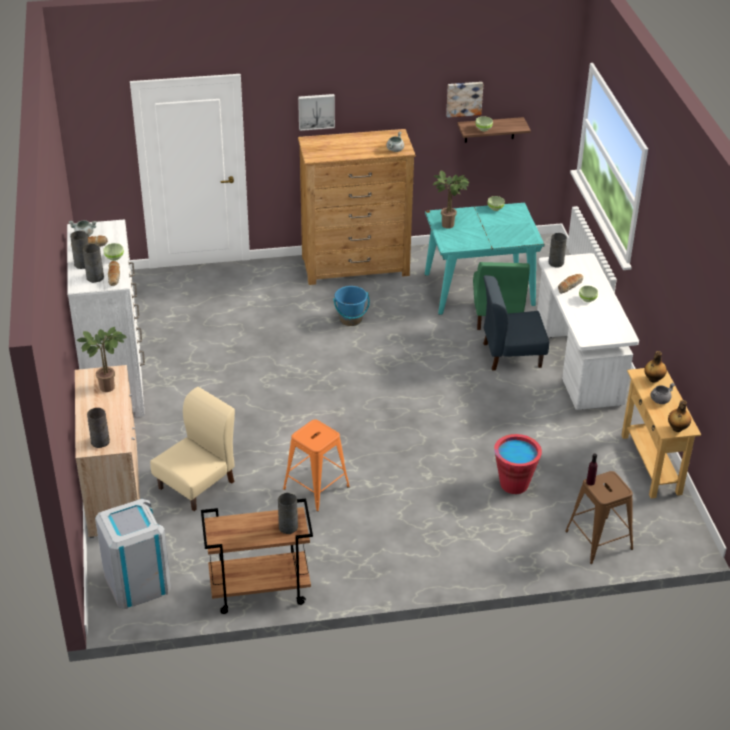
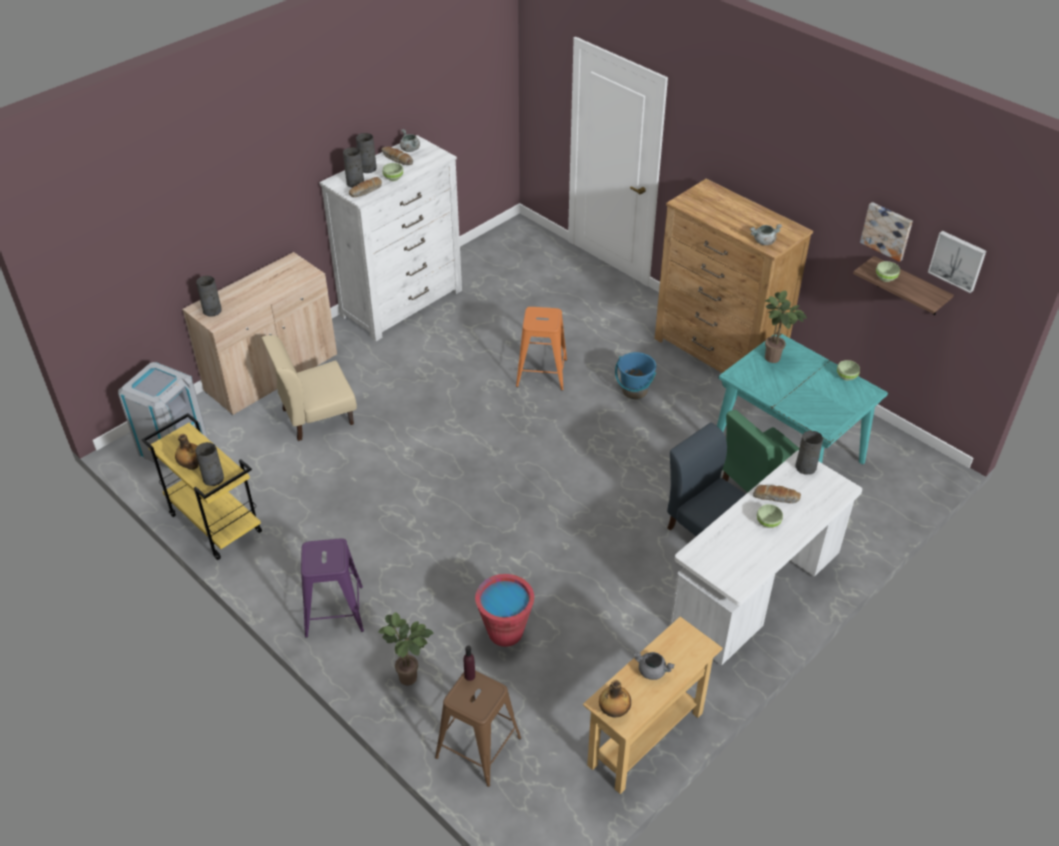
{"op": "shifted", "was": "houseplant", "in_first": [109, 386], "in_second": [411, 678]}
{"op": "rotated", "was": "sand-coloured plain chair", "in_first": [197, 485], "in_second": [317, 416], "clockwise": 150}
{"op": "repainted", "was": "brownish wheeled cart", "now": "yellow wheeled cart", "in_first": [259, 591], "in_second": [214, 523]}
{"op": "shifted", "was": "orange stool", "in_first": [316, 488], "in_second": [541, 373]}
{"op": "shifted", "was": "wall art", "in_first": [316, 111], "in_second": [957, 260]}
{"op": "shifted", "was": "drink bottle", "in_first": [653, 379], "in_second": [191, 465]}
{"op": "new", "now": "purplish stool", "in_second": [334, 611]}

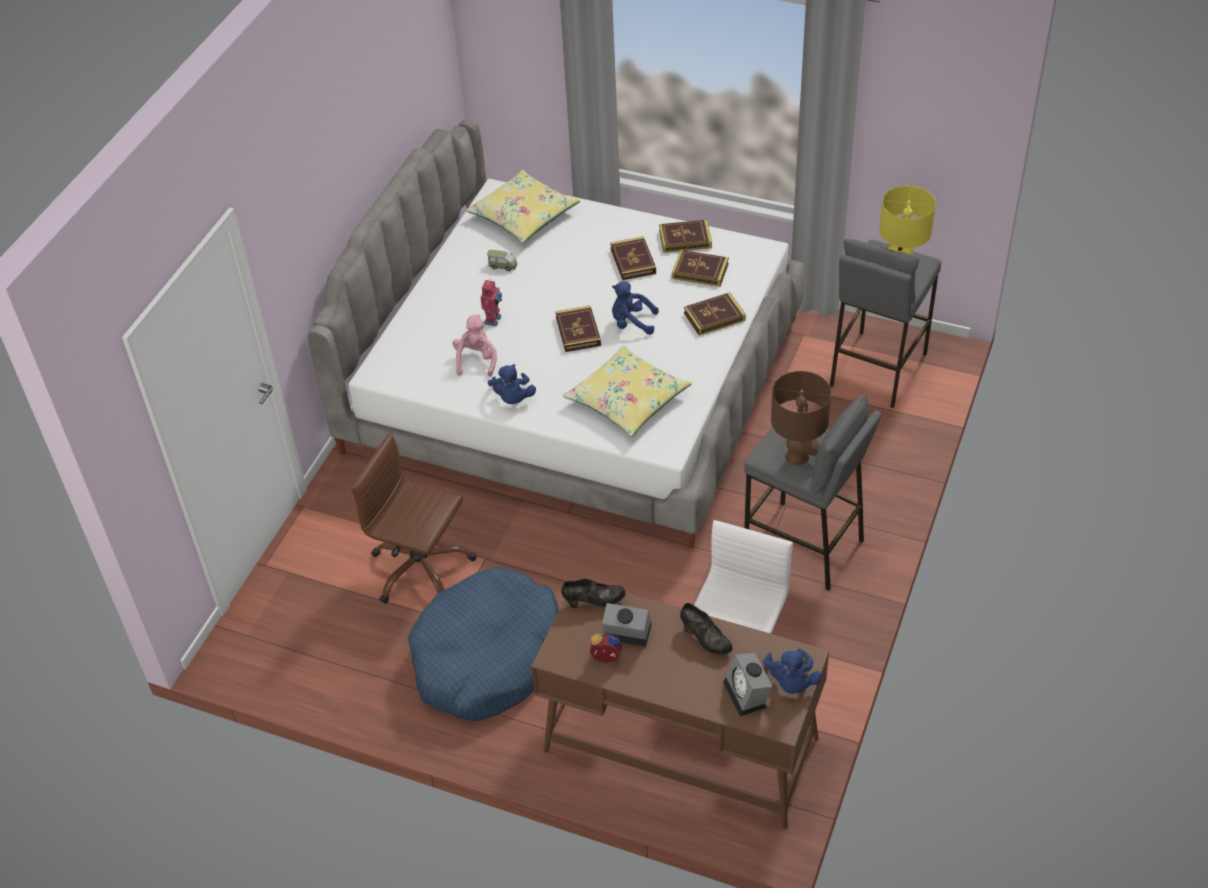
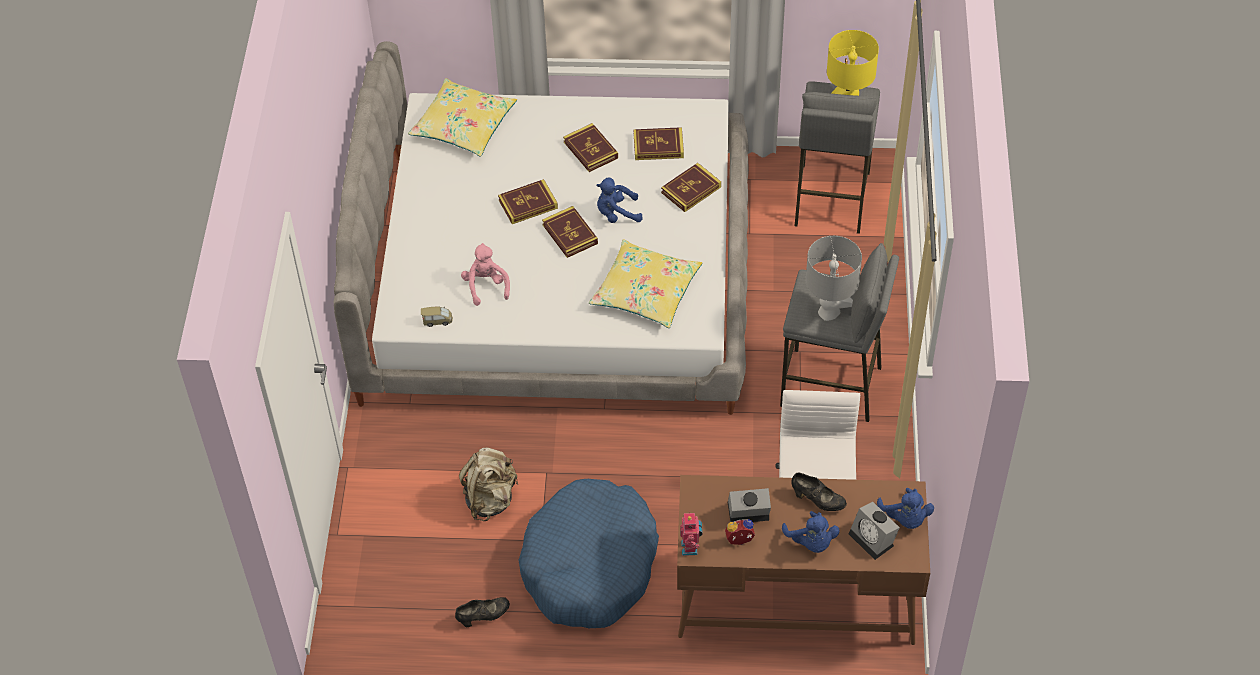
{"op": "swapped", "was": "brownish desk chair", "now": "sand-coloured knapsack", "in_first": [421, 569], "in_second": [490, 499]}
{"op": "shifted", "was": "toy robot", "in_first": [494, 320], "in_second": [691, 547]}
{"op": "shifted", "was": "toy car", "in_first": [503, 266], "in_second": [437, 320]}
{"op": "shifted", "was": "blue-coloured cuddly toy", "in_first": [512, 398], "in_second": [811, 542]}
{"op": "shifted", "was": "black low shoe", "in_first": [594, 601], "in_second": [483, 616]}
{"op": "shifted", "was": "volume", "in_first": [685, 239], "in_second": [528, 204]}
{"op": "repainted", "was": "brownish tabletop lamp", "now": "greyish tabletop lamp", "in_first": [797, 457], "in_second": [829, 312]}

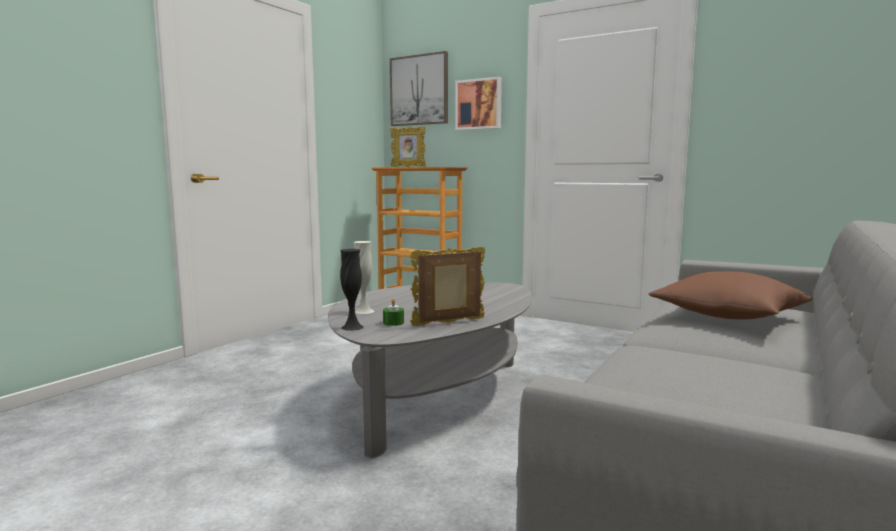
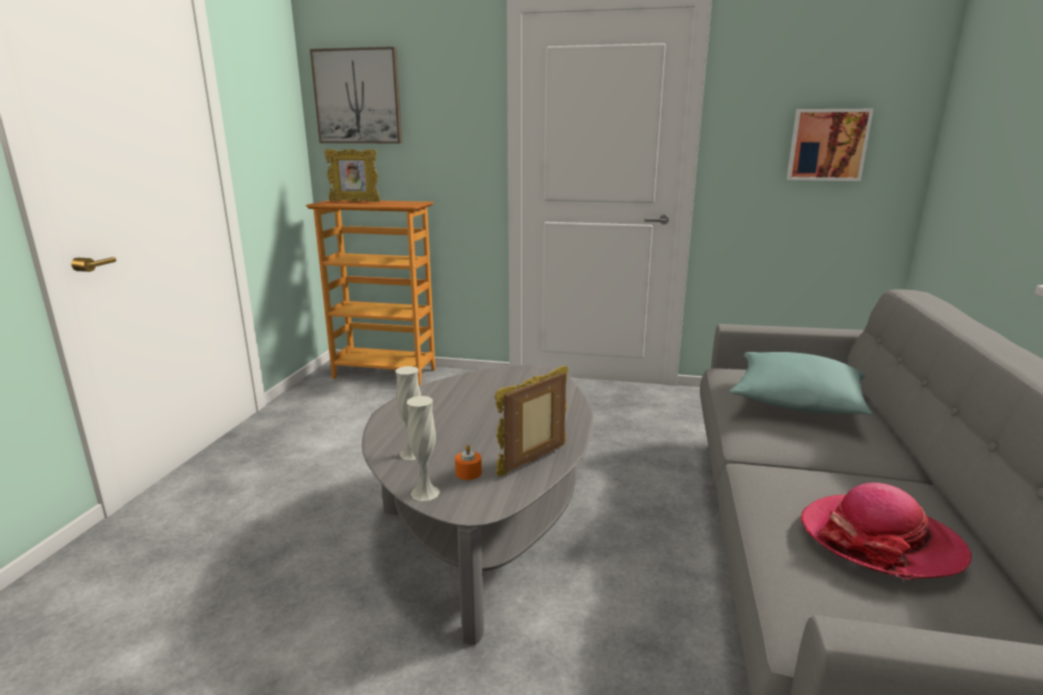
{"op": "repainted", "was": "black vase", "now": "white-coloured vase", "in_first": [352, 327], "in_second": [425, 492]}
{"op": "repainted", "was": "greenish wax candle", "now": "orange wax candle", "in_first": [393, 323], "in_second": [468, 473]}
{"op": "shifted", "was": "wall art", "in_first": [479, 104], "in_second": [827, 145]}
{"op": "repainted", "was": "brownish cushion", "now": "turquoise cushion", "in_first": [728, 316], "in_second": [796, 402]}
{"op": "new", "now": "clothing hat", "in_second": [880, 540]}

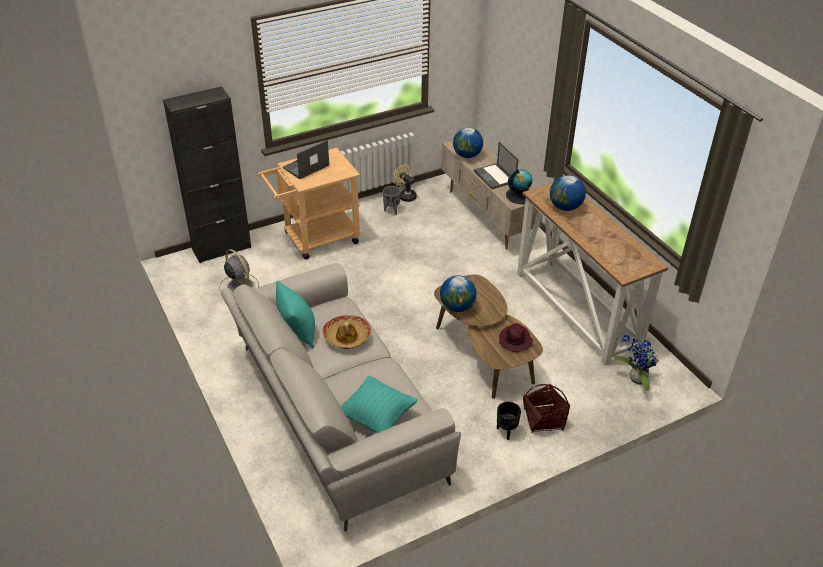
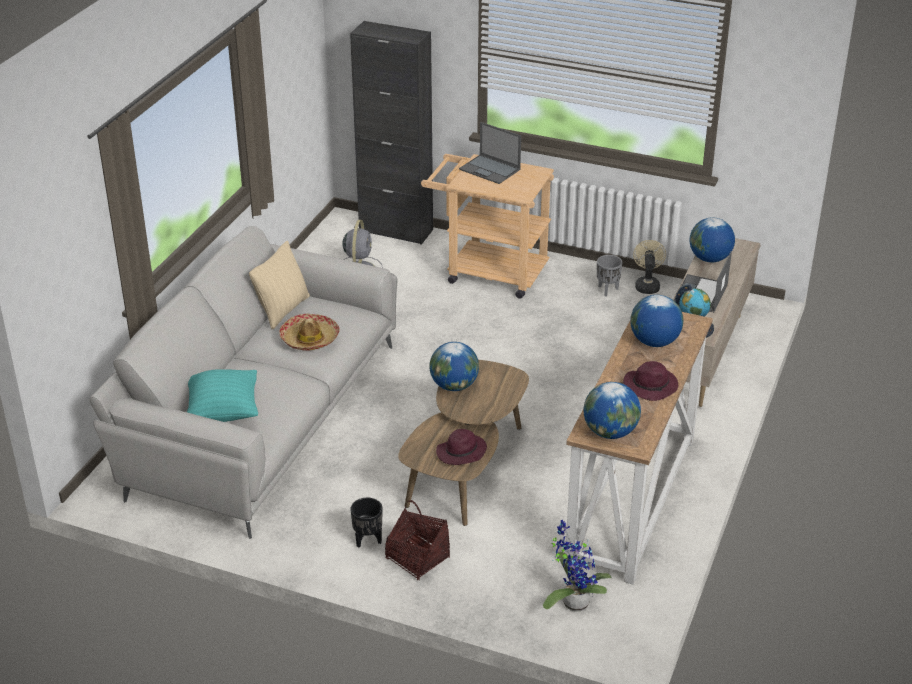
{"op": "repainted", "was": "turquoise cushion", "now": "sand-coloured cushion", "in_first": [298, 332], "in_second": [283, 310]}
{"op": "rotated", "was": "laptop", "in_first": [305, 167], "in_second": [490, 169], "clockwise": -150}
{"op": "new", "now": "globe", "in_second": [610, 432]}
{"op": "new", "now": "purplish clothing hat", "in_second": [651, 386]}

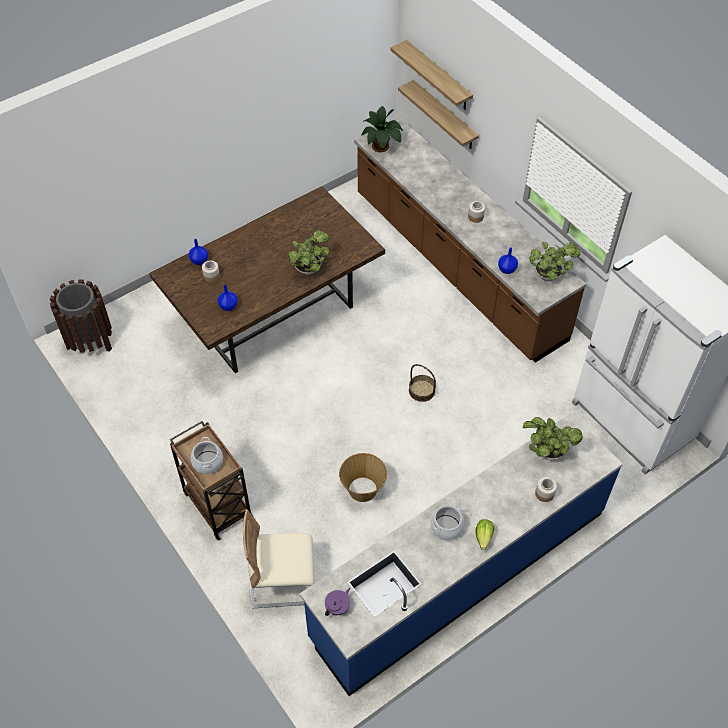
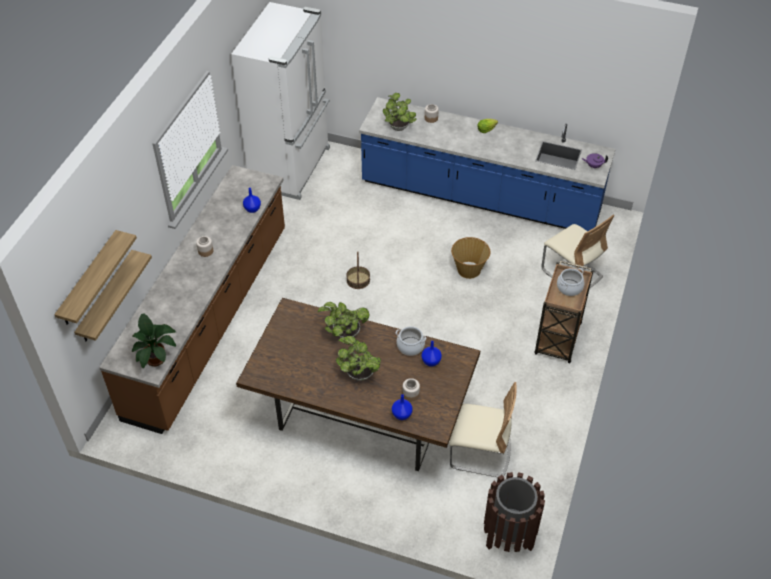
{"op": "shifted", "was": "cooking pot", "in_first": [446, 527], "in_second": [410, 346]}
{"op": "shifted", "was": "houseplant", "in_first": [549, 275], "in_second": [358, 373]}
{"op": "new", "now": "sand-coloured plain chair", "in_second": [480, 453]}

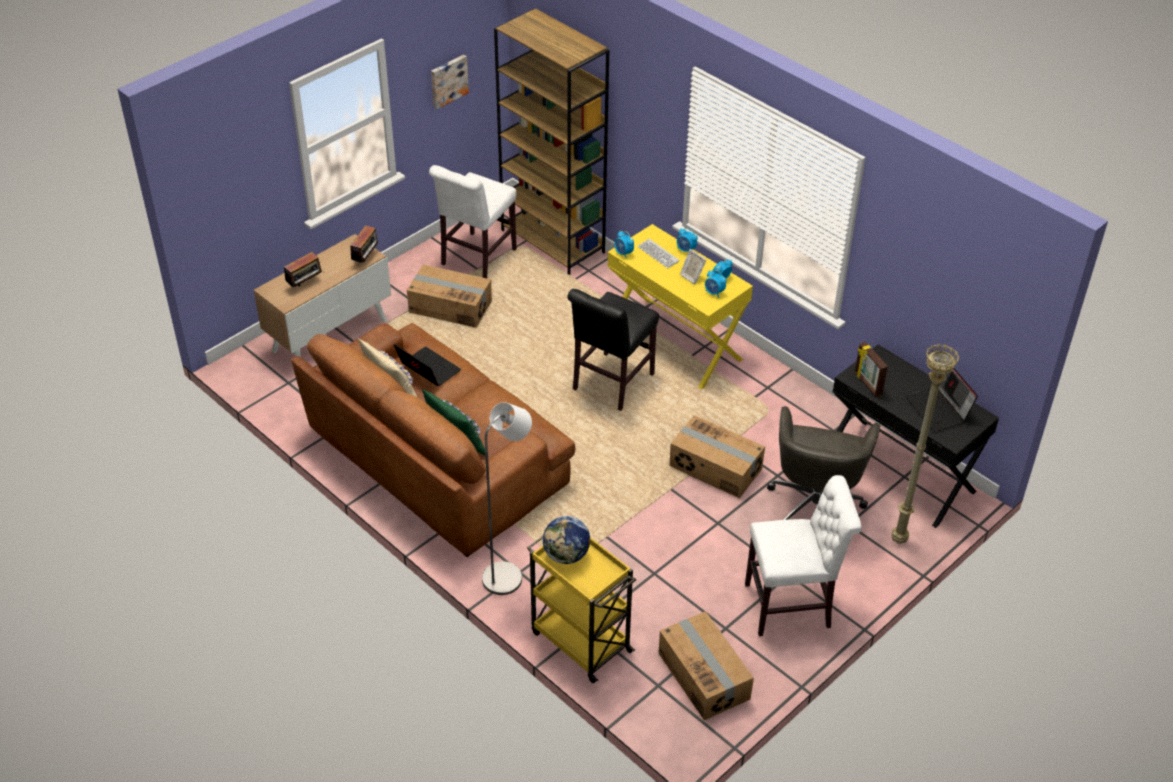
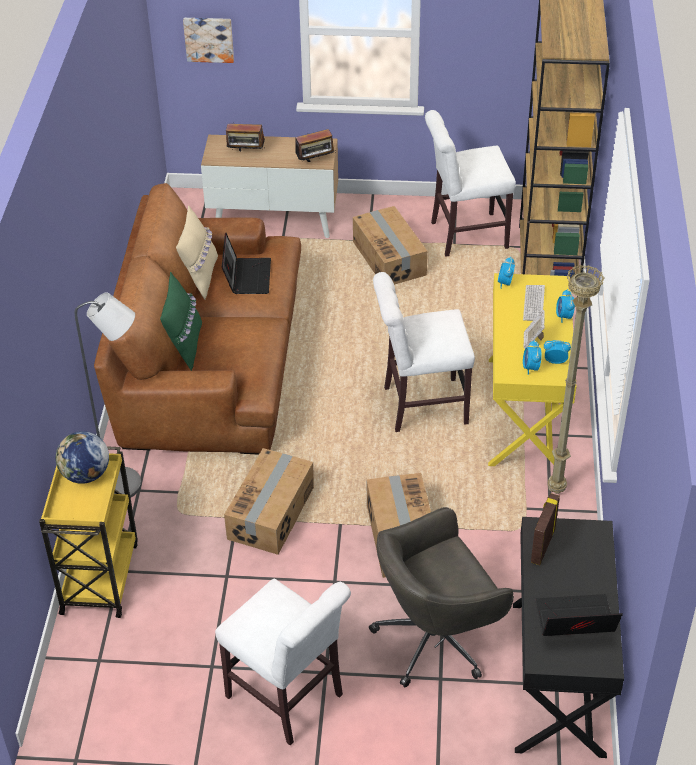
{"op": "shifted", "was": "wall art", "in_first": [448, 80], "in_second": [209, 38]}
{"op": "repainted", "was": "black plain chair", "now": "white-coloured plain chair", "in_first": [610, 384], "in_second": [420, 406]}
{"op": "shifted", "was": "cardboard box", "in_first": [704, 675], "in_second": [272, 513]}
{"op": "shifted", "was": "sand-coloured standing lamp", "in_first": [900, 539], "in_second": [557, 490]}
{"op": "rotated", "was": "laptop", "in_first": [939, 409], "in_second": [574, 622], "clockwise": 60}

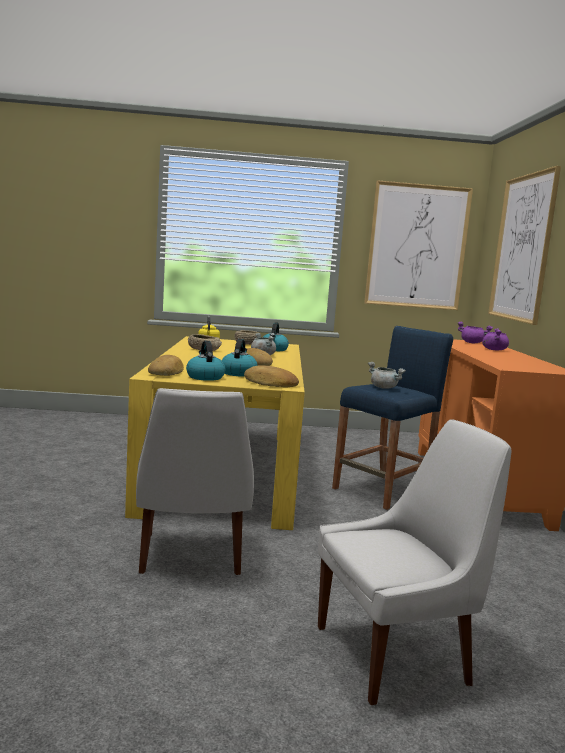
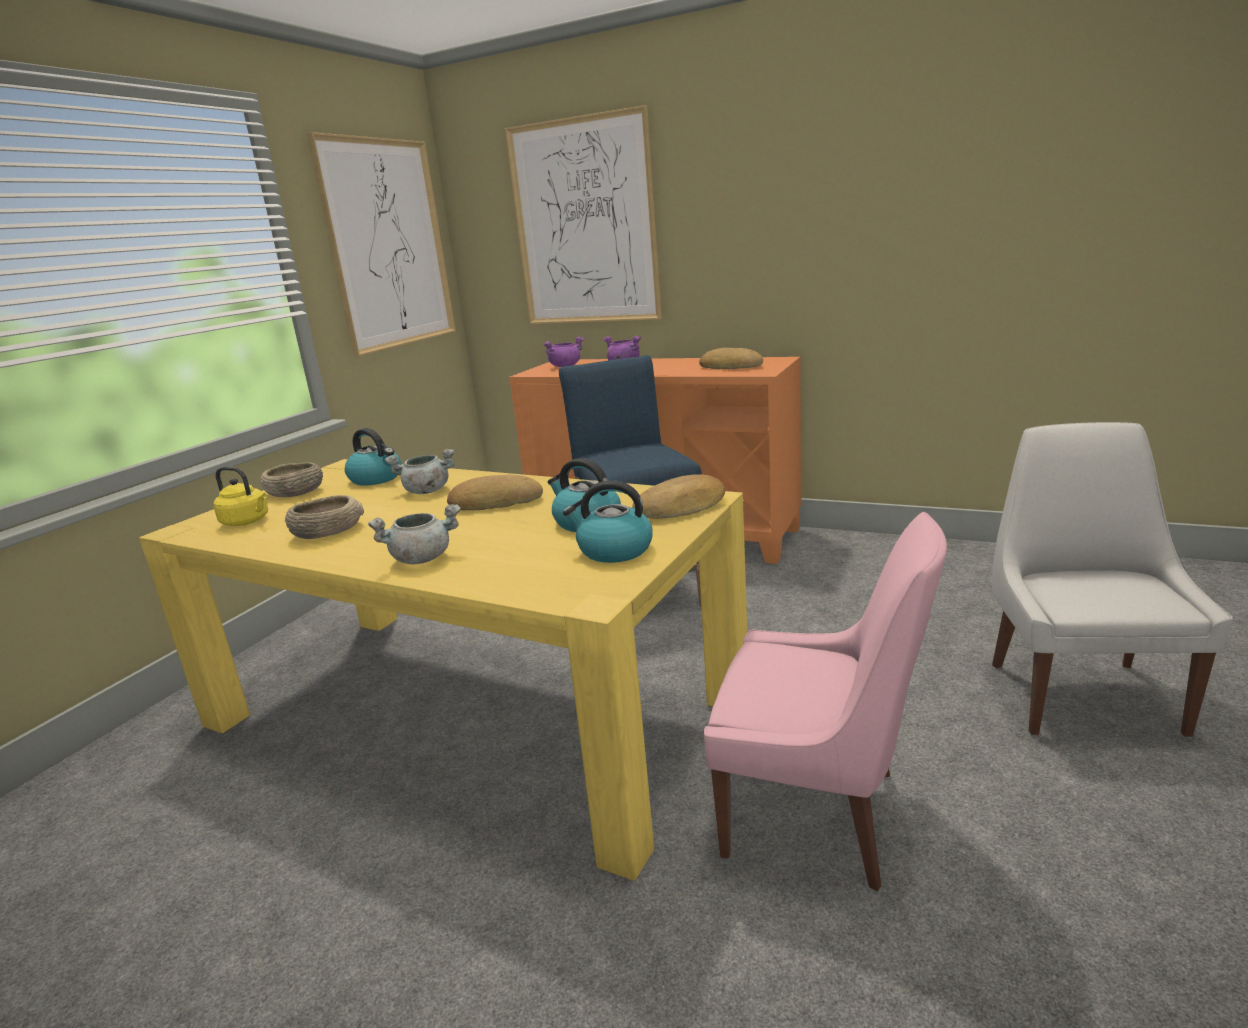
{"op": "repainted", "was": "white-coloured plain chair", "now": "pinkish plain chair", "in_first": [191, 556], "in_second": [818, 814]}
{"op": "shifted", "was": "bakery bread", "in_first": [166, 372], "in_second": [731, 366]}
{"op": "shifted", "was": "greyish cooking pot", "in_first": [384, 388], "in_second": [422, 558]}

